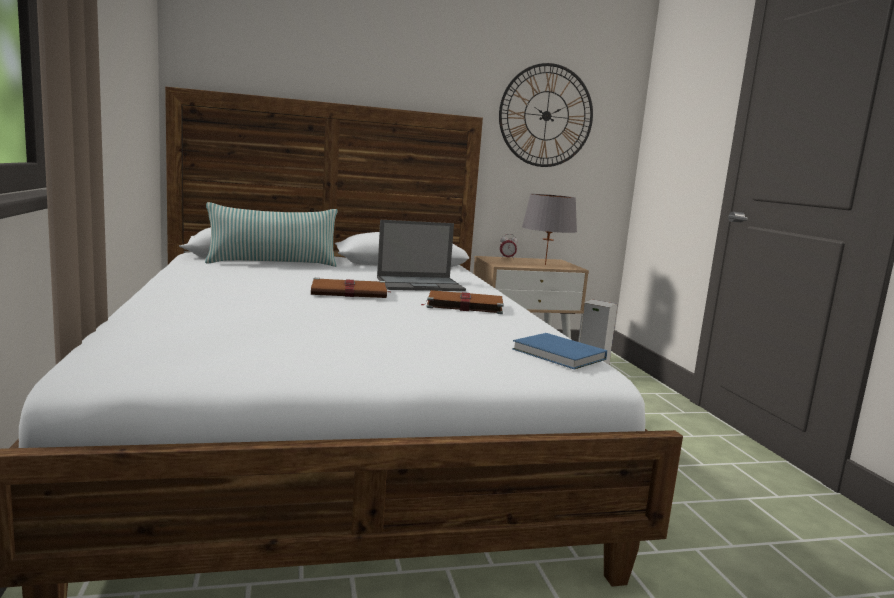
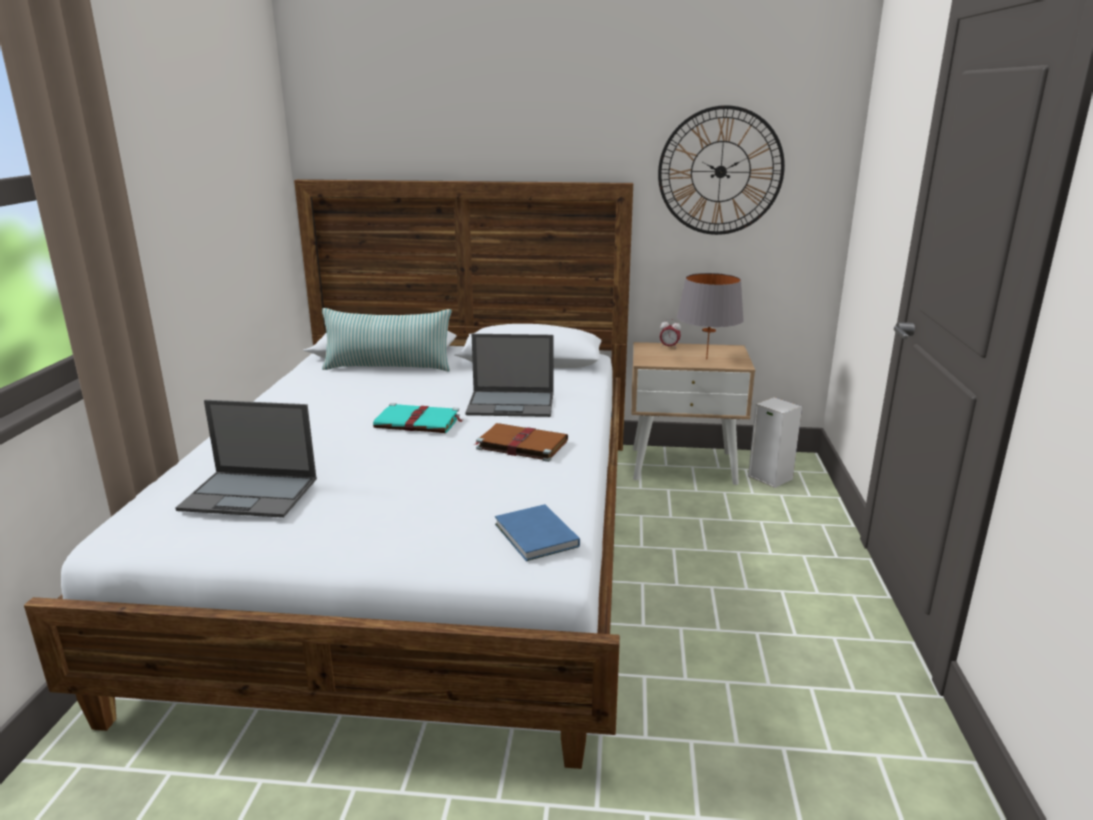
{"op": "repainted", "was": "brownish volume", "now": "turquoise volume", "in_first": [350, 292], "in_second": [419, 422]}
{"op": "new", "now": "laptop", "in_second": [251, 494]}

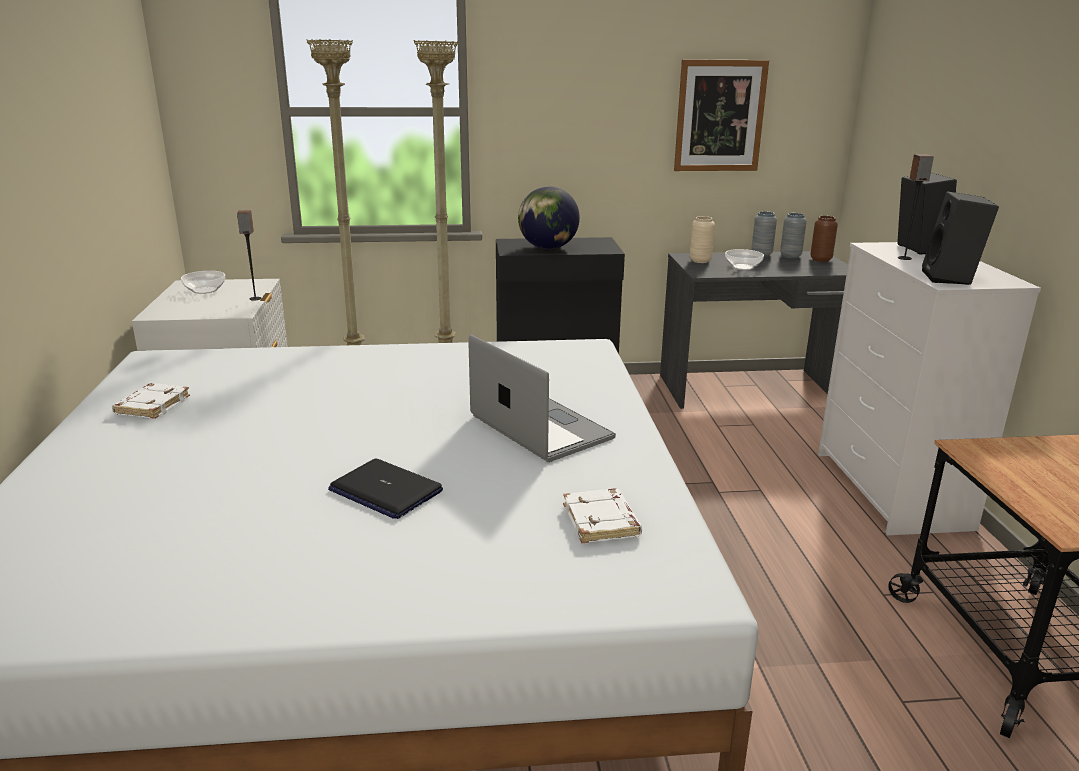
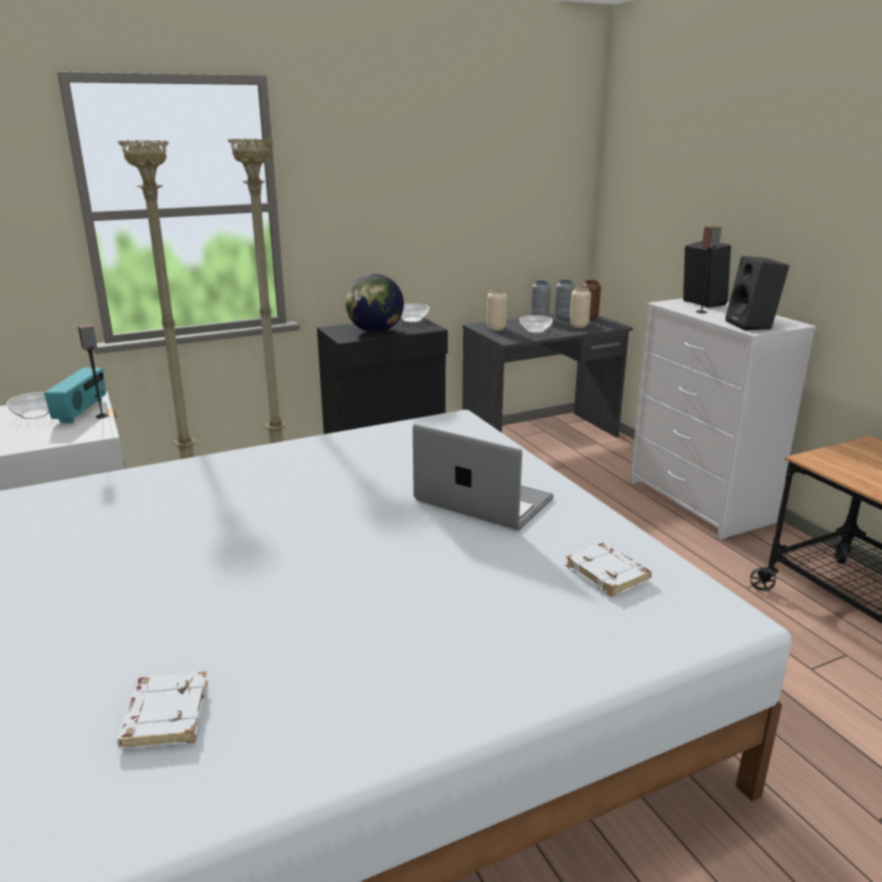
{"op": "shifted", "was": "white-coloured volume", "in_first": [152, 405], "in_second": [164, 715]}
{"op": "gone", "was": "laptop", "in_first": [385, 490]}
{"op": "gone", "was": "wall art", "in_first": [719, 116]}
{"op": "new", "now": "radio receiver", "in_second": [81, 411]}
{"op": "new", "now": "deep dish", "in_second": [412, 319]}
{"op": "new", "now": "sand-coloured vase", "in_second": [578, 326]}

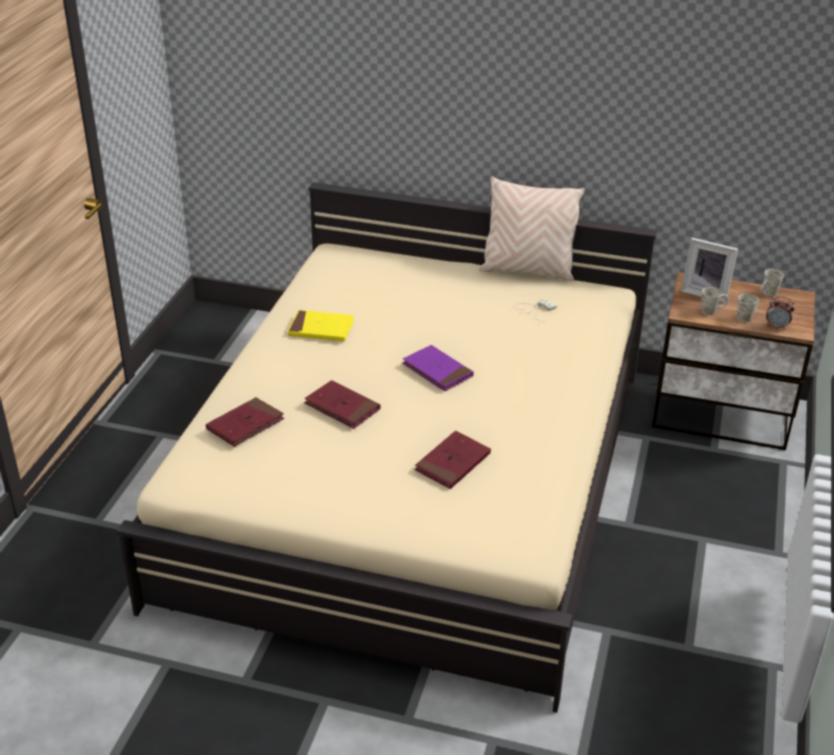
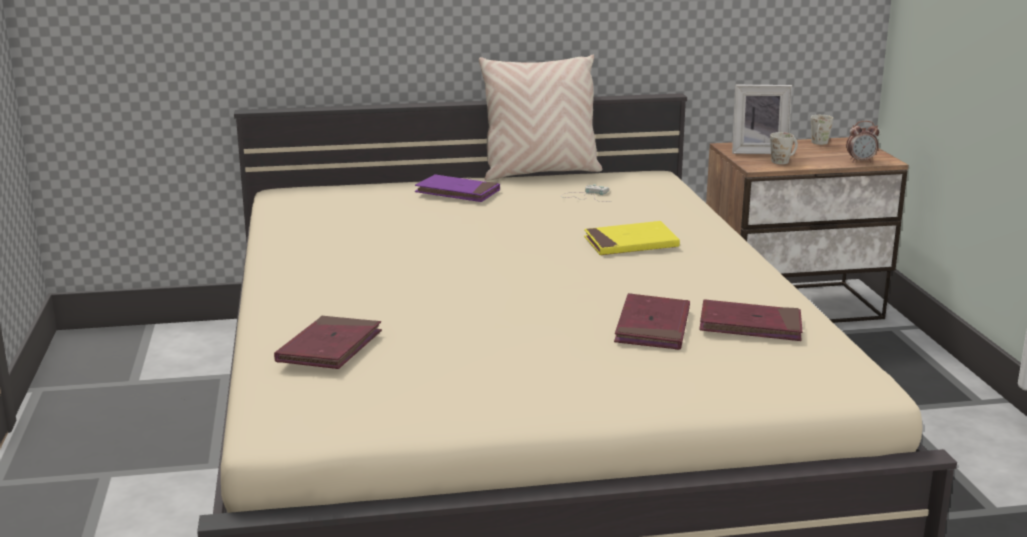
{"op": "shifted", "was": "yellow volume", "in_first": [321, 329], "in_second": [631, 243]}
{"op": "shifted", "was": "red-coloured volume", "in_first": [342, 407], "in_second": [750, 326]}
{"op": "shifted", "was": "purplish volume", "in_first": [437, 371], "in_second": [457, 192]}
{"op": "gone", "was": "white-coloured mug", "in_first": [747, 316]}

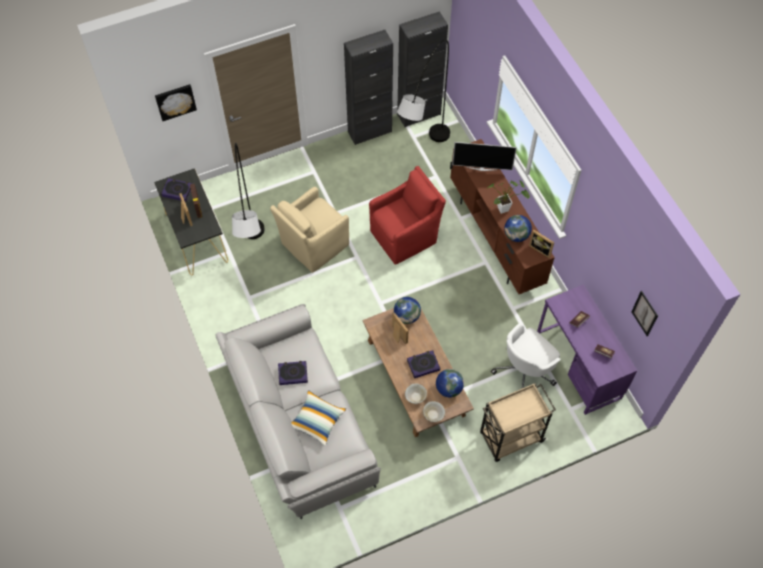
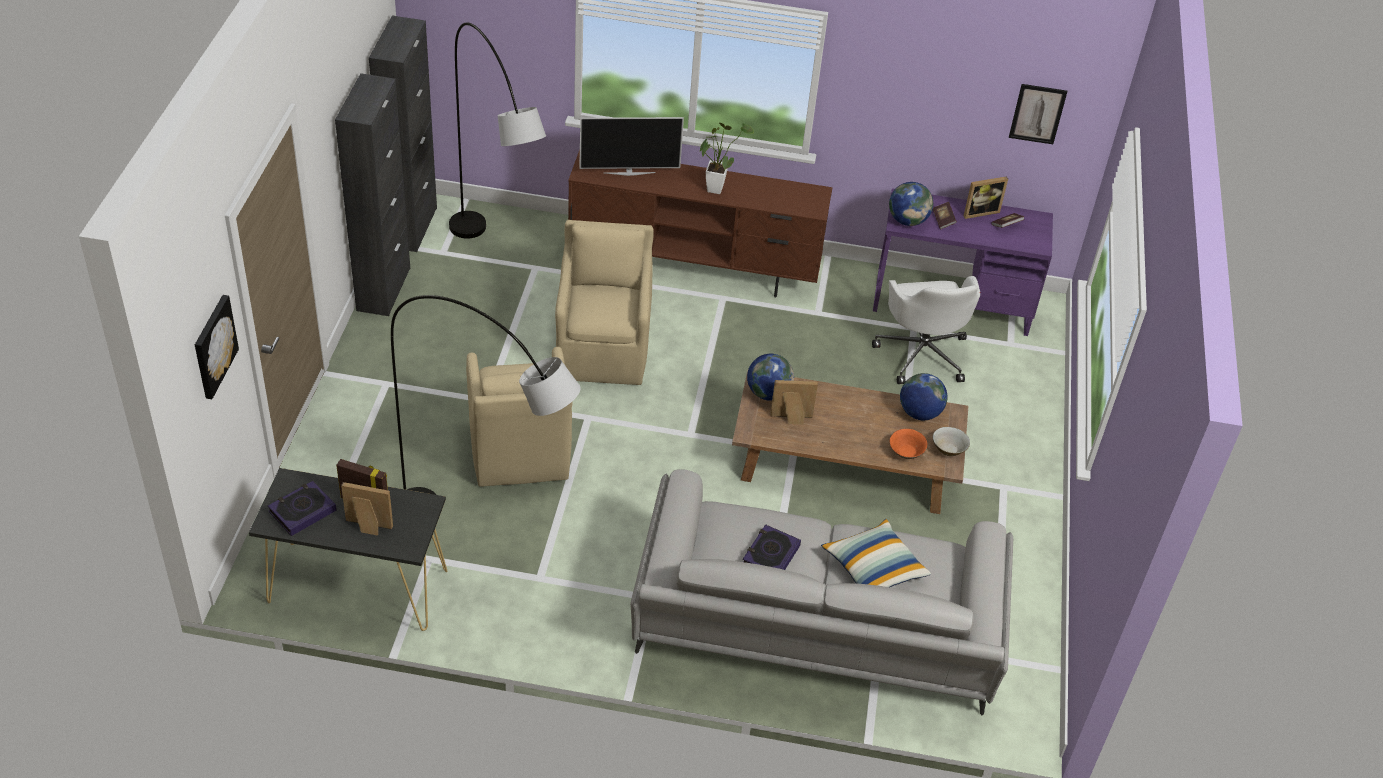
{"op": "repainted", "was": "red-coloured armchair", "now": "sand-coloured armchair", "in_first": [405, 236], "in_second": [603, 349]}
{"op": "repainted", "was": "sand-coloured deep dish", "now": "orange deep dish", "in_first": [415, 397], "in_second": [906, 452]}
{"op": "gone", "was": "volume", "in_first": [423, 365]}
{"op": "rotated", "was": "television", "in_first": [482, 168], "in_second": [629, 172], "clockwise": 45}
{"op": "gone", "was": "sand-coloured wheeled cart", "in_first": [510, 438]}
{"op": "shifted", "was": "globe", "in_first": [516, 235], "in_second": [907, 220]}
{"op": "shifted", "was": "picture frame", "in_first": [541, 249], "in_second": [979, 211]}

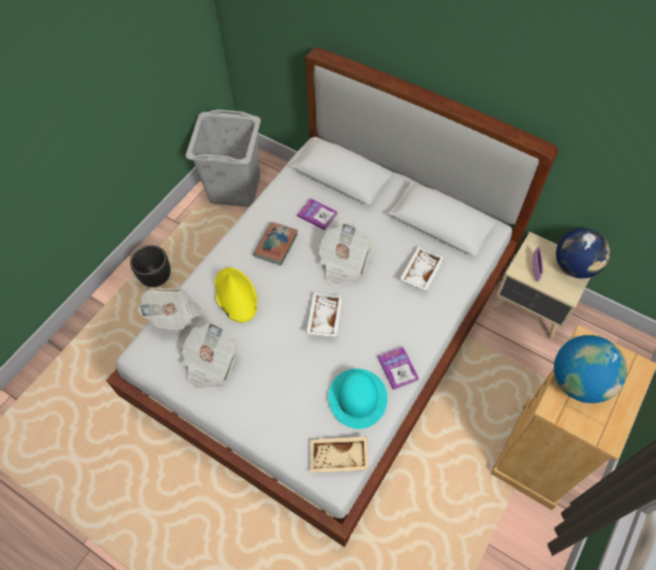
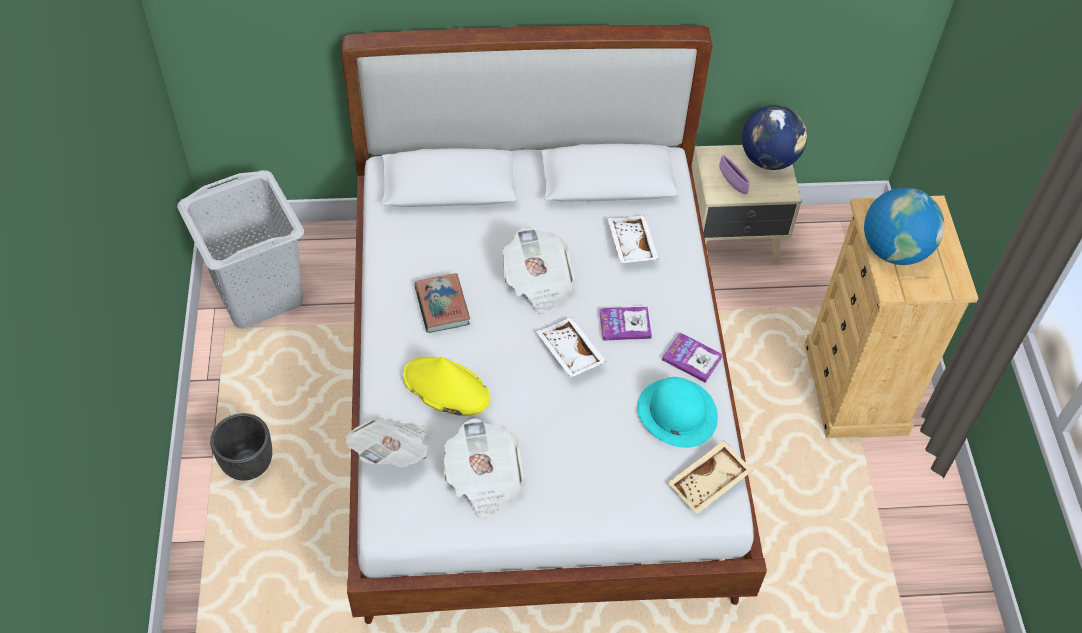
{"op": "shifted", "was": "volume", "in_first": [317, 215], "in_second": [625, 324]}

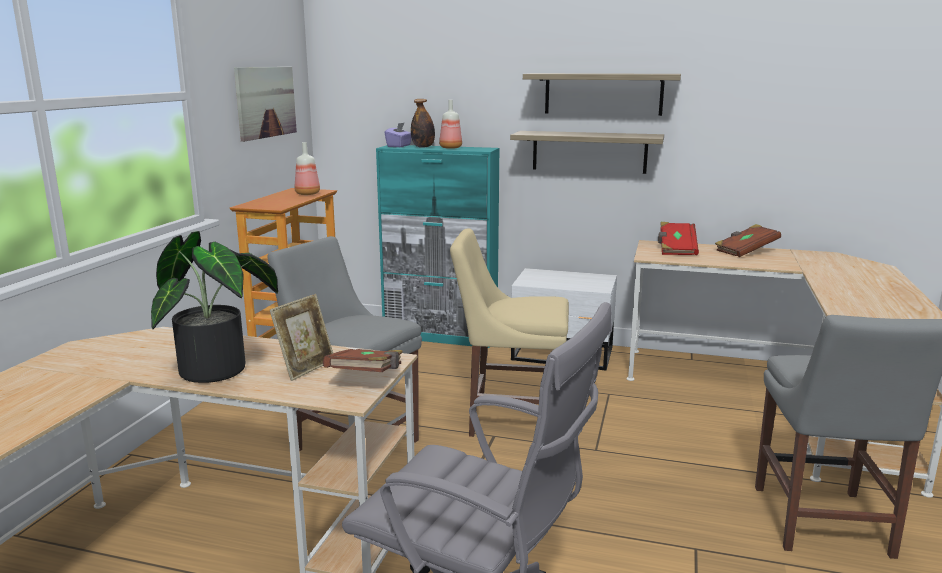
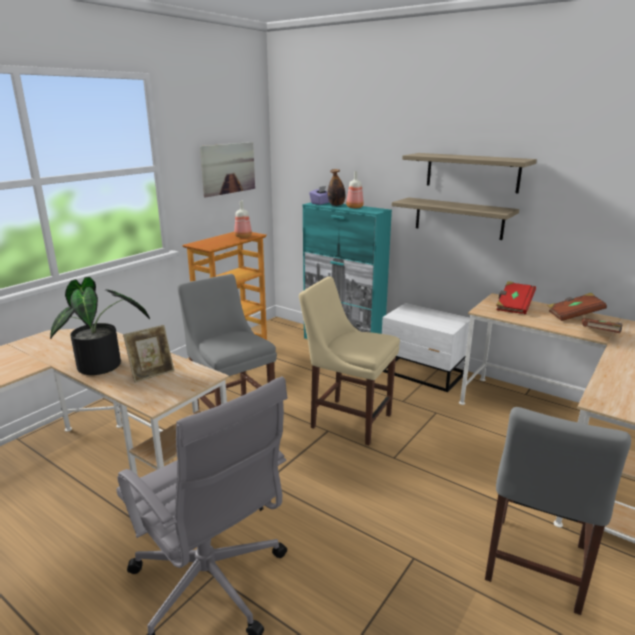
{"op": "shifted", "was": "brownish volume", "in_first": [367, 377], "in_second": [599, 335]}

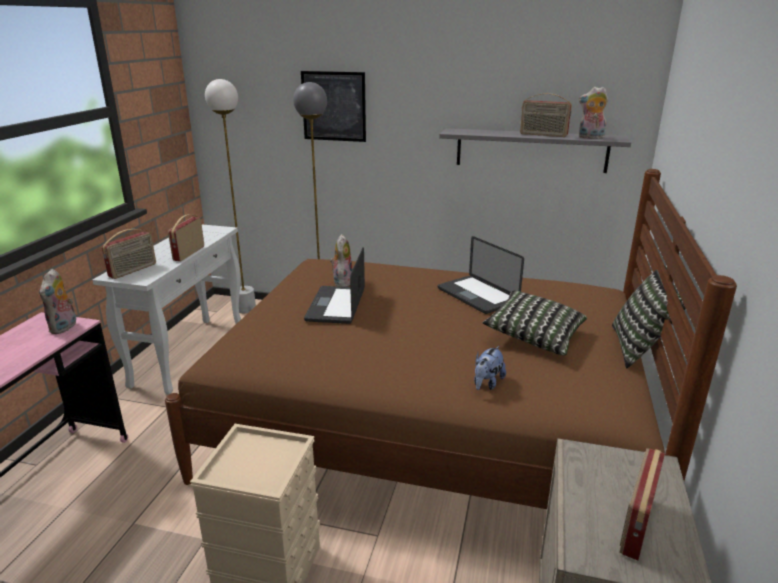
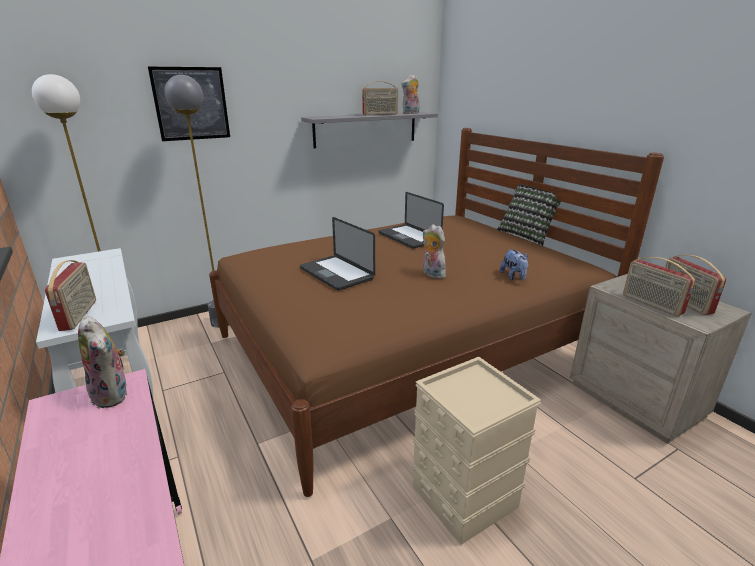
{"op": "shifted", "was": "radio receiver", "in_first": [188, 253], "in_second": [651, 304]}
{"op": "shifted", "was": "cuddly toy", "in_first": [342, 282], "in_second": [431, 274]}
{"op": "rotated", "was": "laptop", "in_first": [477, 295], "in_second": [409, 237], "clockwise": 45}
{"op": "gone", "was": "cushion", "in_first": [534, 336]}

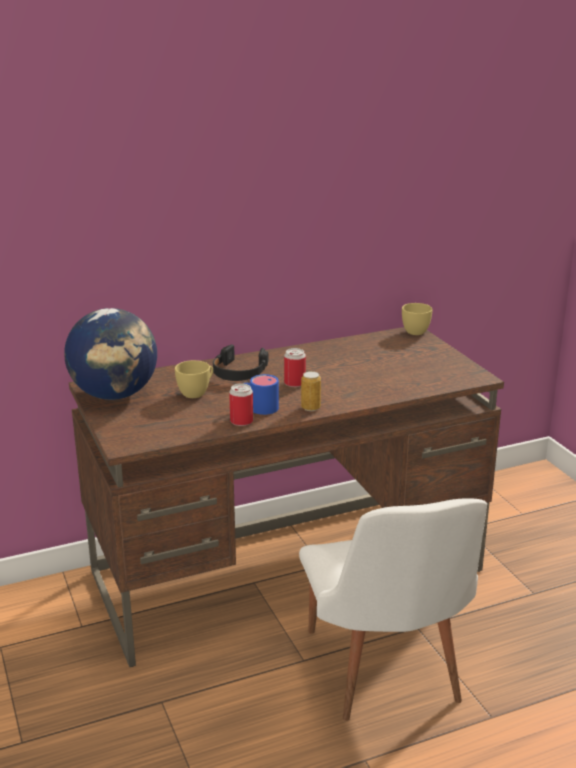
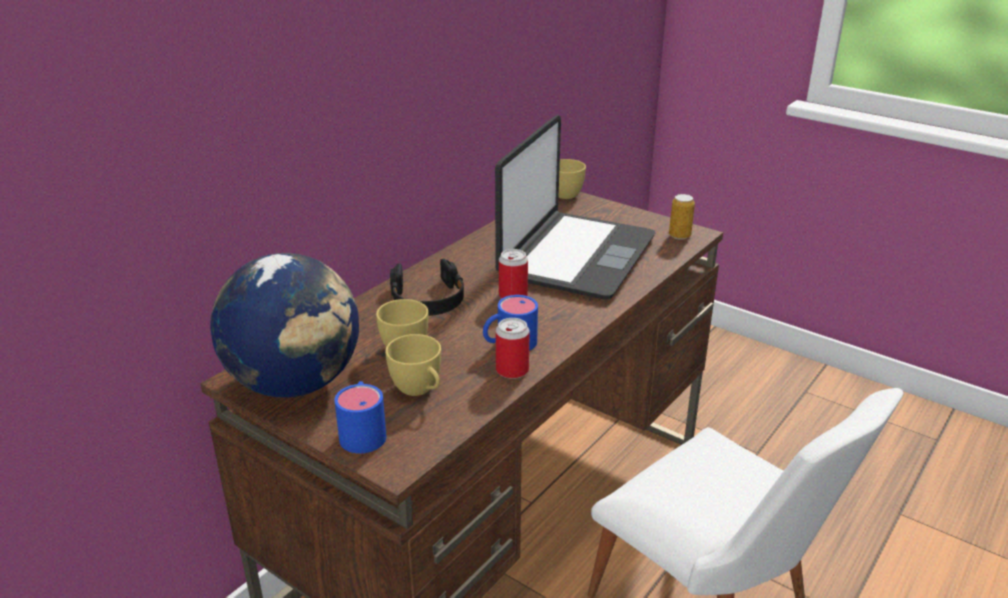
{"op": "shifted", "was": "can", "in_first": [310, 408], "in_second": [679, 236]}
{"op": "new", "now": "blue-coloured mug", "in_second": [363, 431]}
{"op": "new", "now": "yellow small cup", "in_second": [419, 390]}
{"op": "new", "now": "laptop", "in_second": [575, 256]}

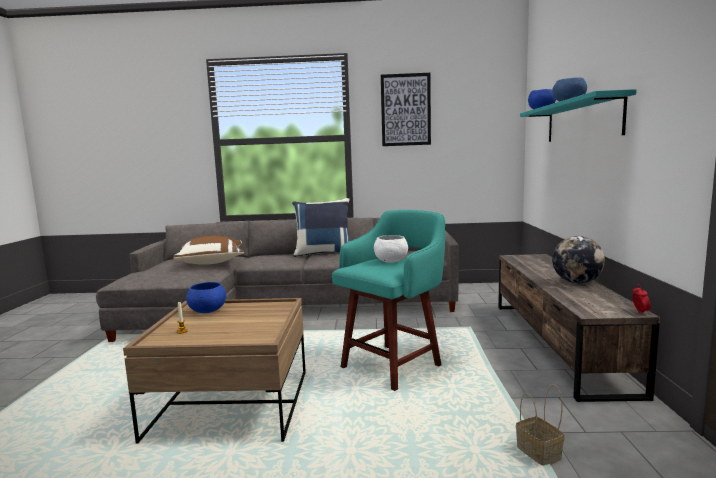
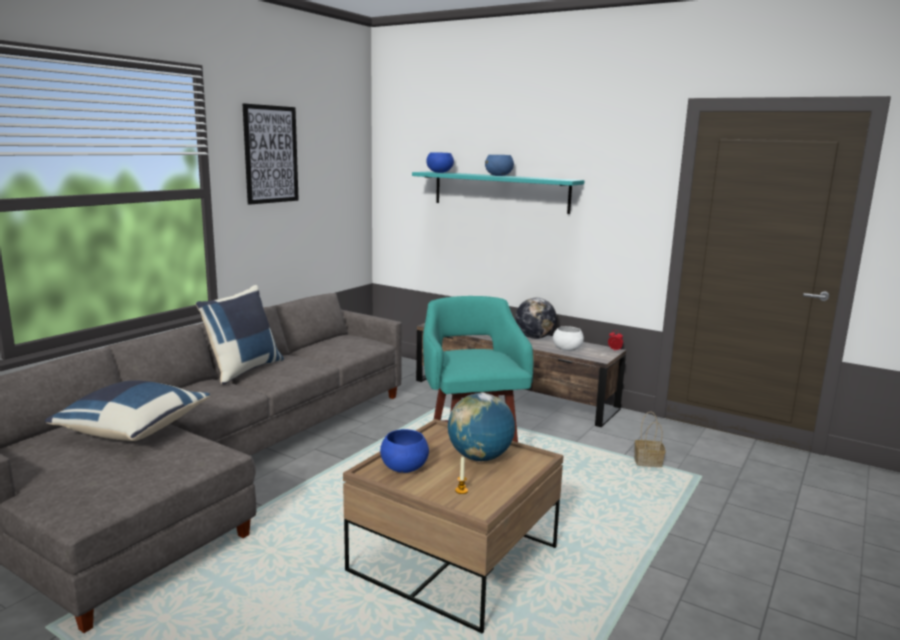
{"op": "repainted", "was": "brownish cushion", "now": "blue-coloured cushion", "in_first": [212, 262], "in_second": [132, 430]}
{"op": "shifted", "was": "white-coloured deep dish", "in_first": [390, 261], "in_second": [567, 350]}
{"op": "new", "now": "globe", "in_second": [480, 458]}

